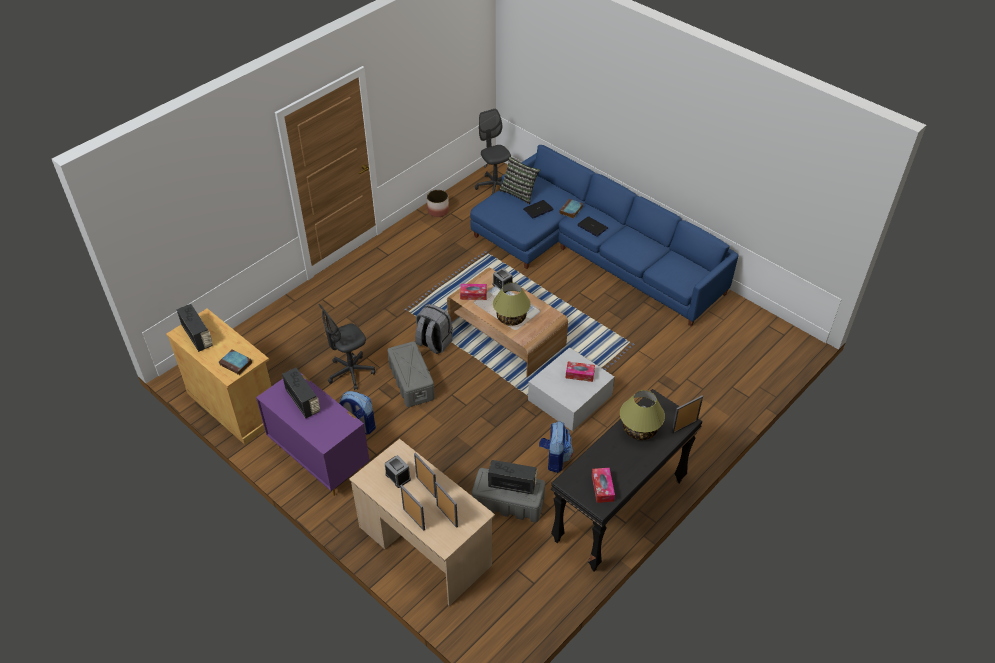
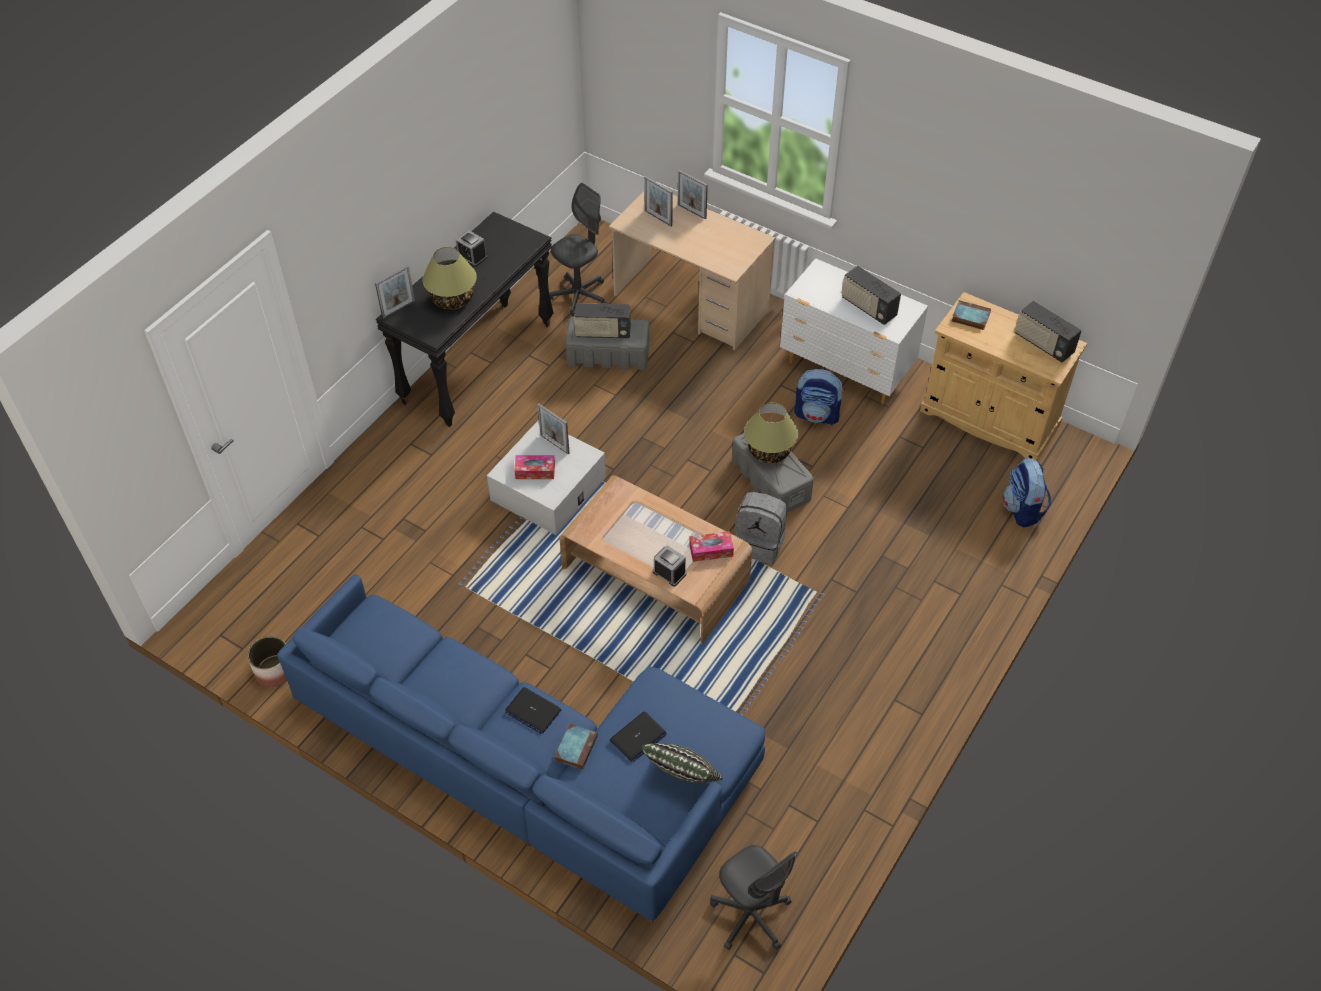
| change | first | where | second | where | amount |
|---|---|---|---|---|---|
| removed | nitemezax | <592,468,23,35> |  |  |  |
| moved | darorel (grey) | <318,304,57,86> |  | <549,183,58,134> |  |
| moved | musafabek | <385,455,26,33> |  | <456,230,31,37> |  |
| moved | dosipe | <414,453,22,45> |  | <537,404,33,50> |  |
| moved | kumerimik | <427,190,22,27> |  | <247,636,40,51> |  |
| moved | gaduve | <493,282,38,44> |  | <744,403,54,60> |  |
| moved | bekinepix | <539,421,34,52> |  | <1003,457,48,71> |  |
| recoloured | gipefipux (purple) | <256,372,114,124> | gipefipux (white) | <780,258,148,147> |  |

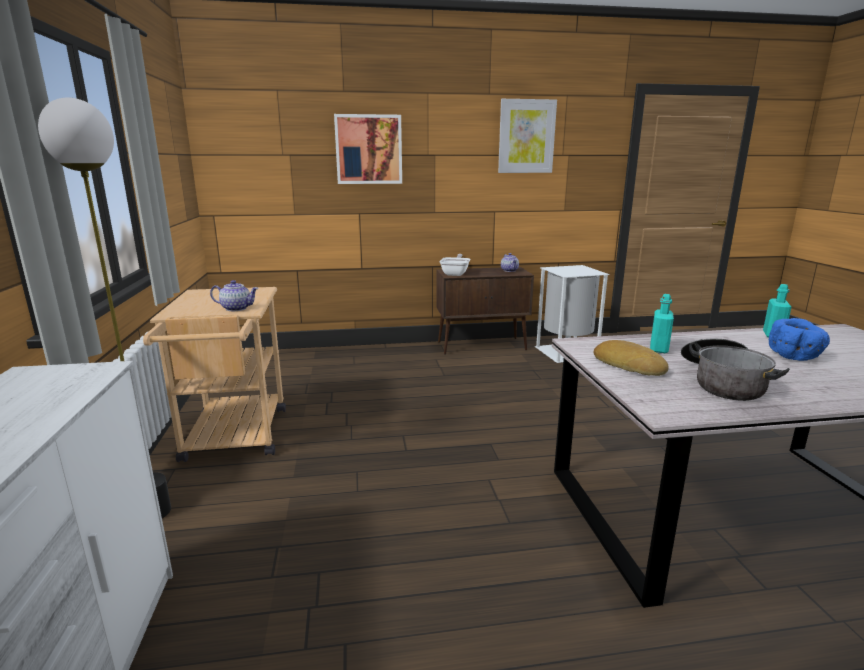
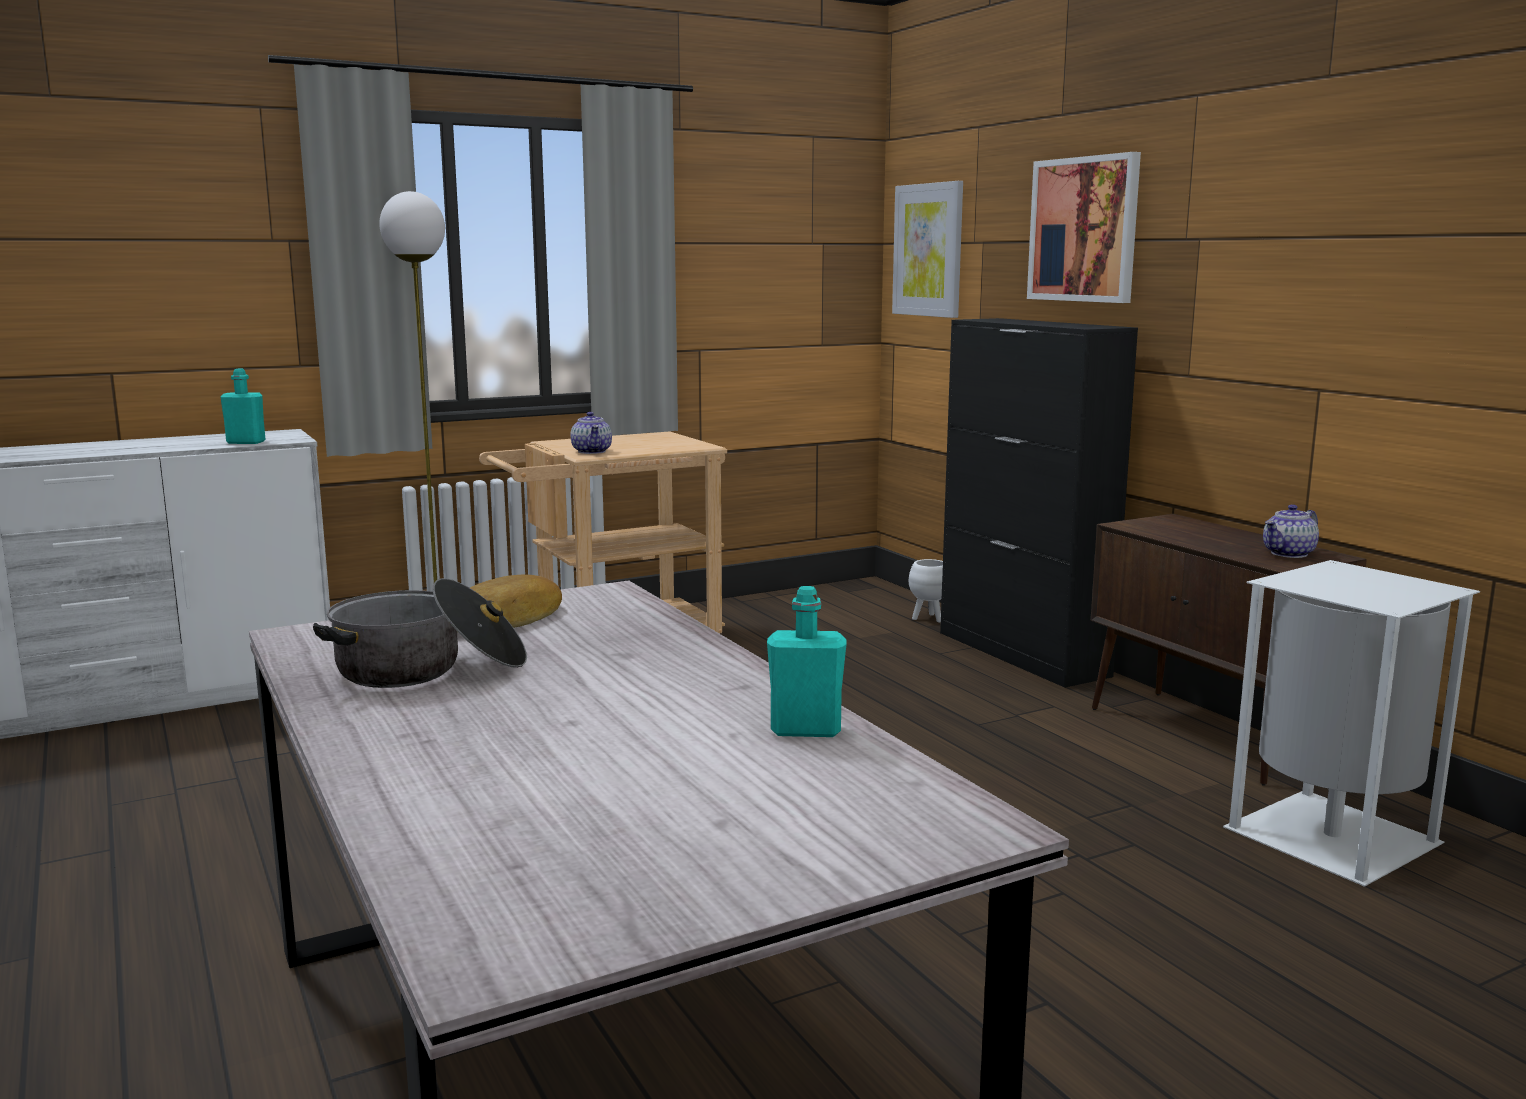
| change | first | where | second | where | amount |
|---|---|---|---|---|---|
| removed | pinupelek | <439,254,31,22> |  |  |  |
| removed | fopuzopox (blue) | <769,318,61,43> |  |  |  |
| added |  |  | kumerimik (white) | <909,559,34,64> |  |
| added |  |  | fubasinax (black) | <940,318,198,370> |  |
| moved | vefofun | <498,99,59,74> |  | <892,181,71,137> |  |
| moved | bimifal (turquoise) | <650,294,24,59> |  | <220,369,45,75> |  |

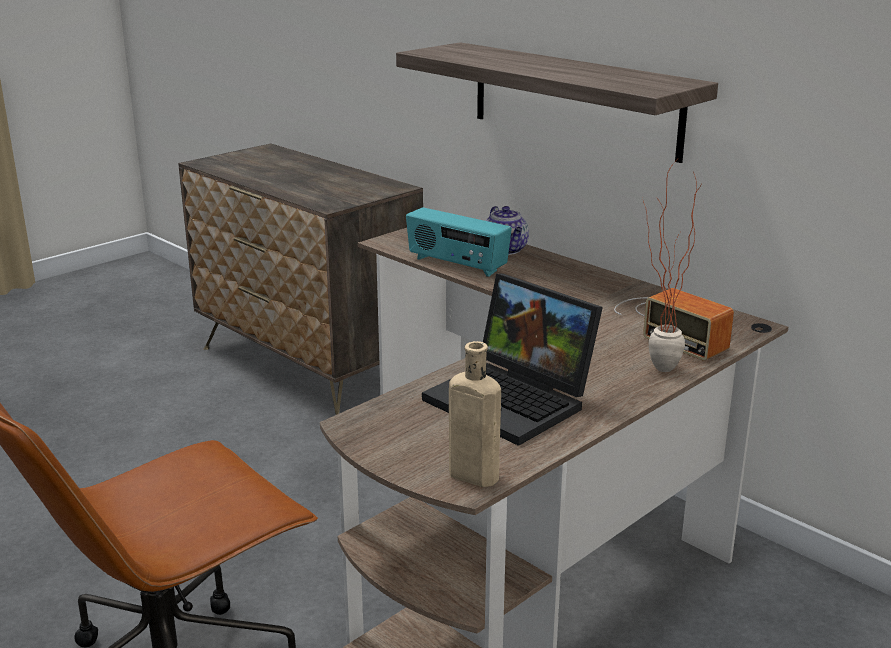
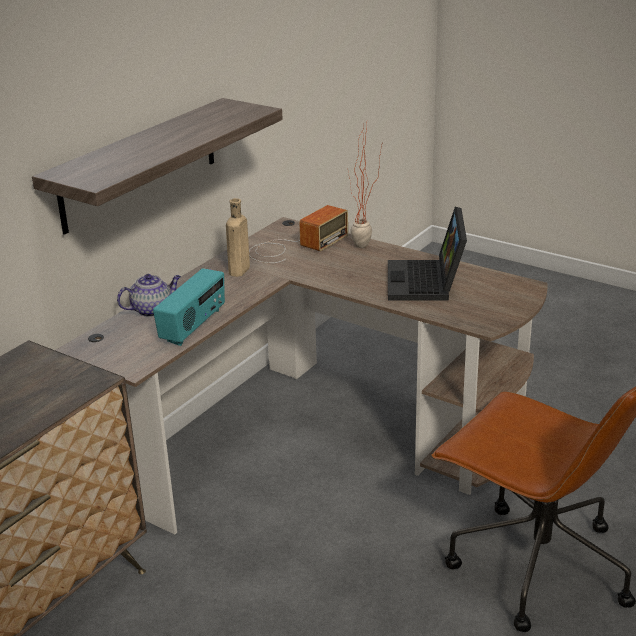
| change | first | where | second | where | amount |
|---|---|---|---|---|---|
| moved | bimifal (beige) | <449,341,52,146> |  | <226,198,24,79> |  |
| turned | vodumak | <422,274,181,172> |  | <388,207,79,93> | 150 degrees clockwise |

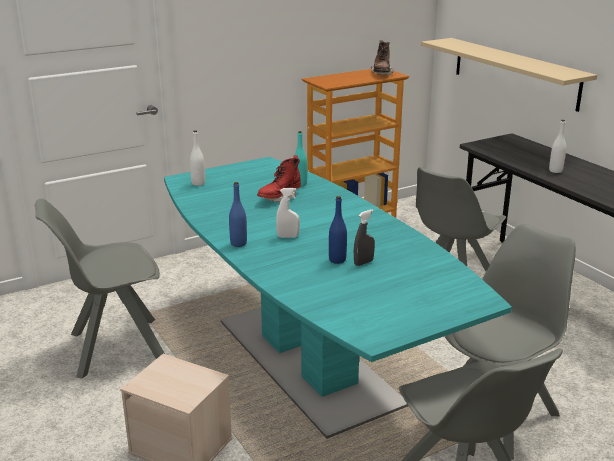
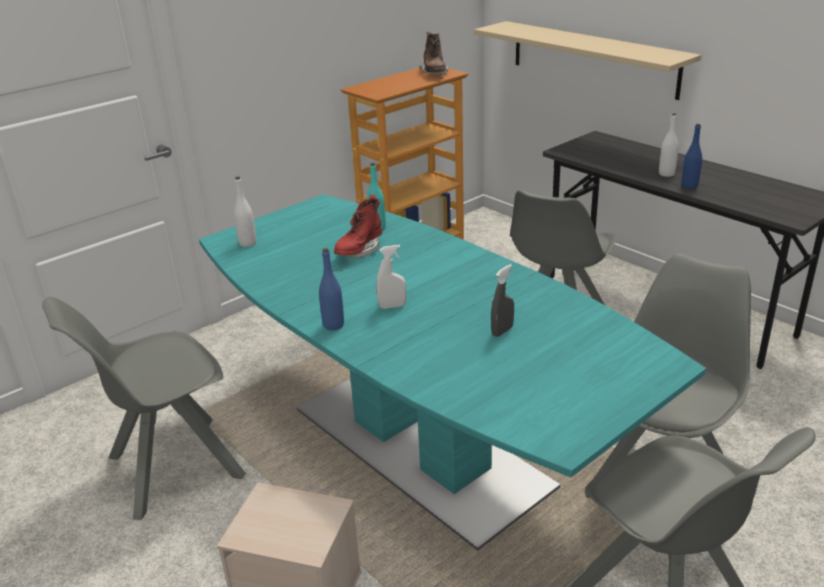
| change | first | where | second | where | amount |
|---|---|---|---|---|---|
| moved | bimifal (blue) | <329,196,18,68> |  | <682,124,20,65> |  |

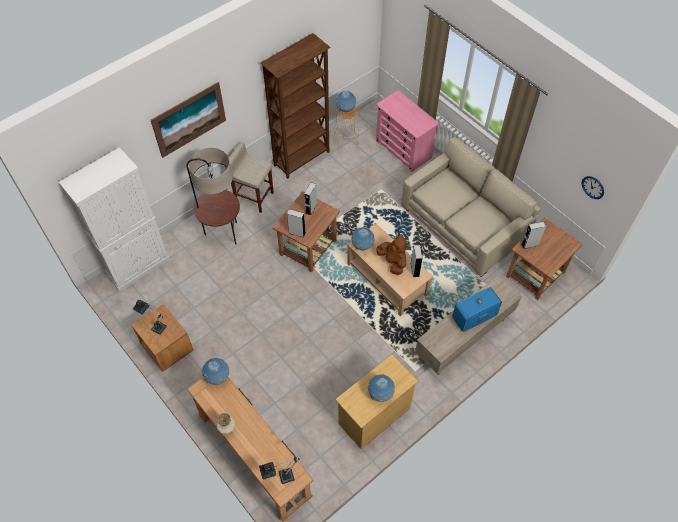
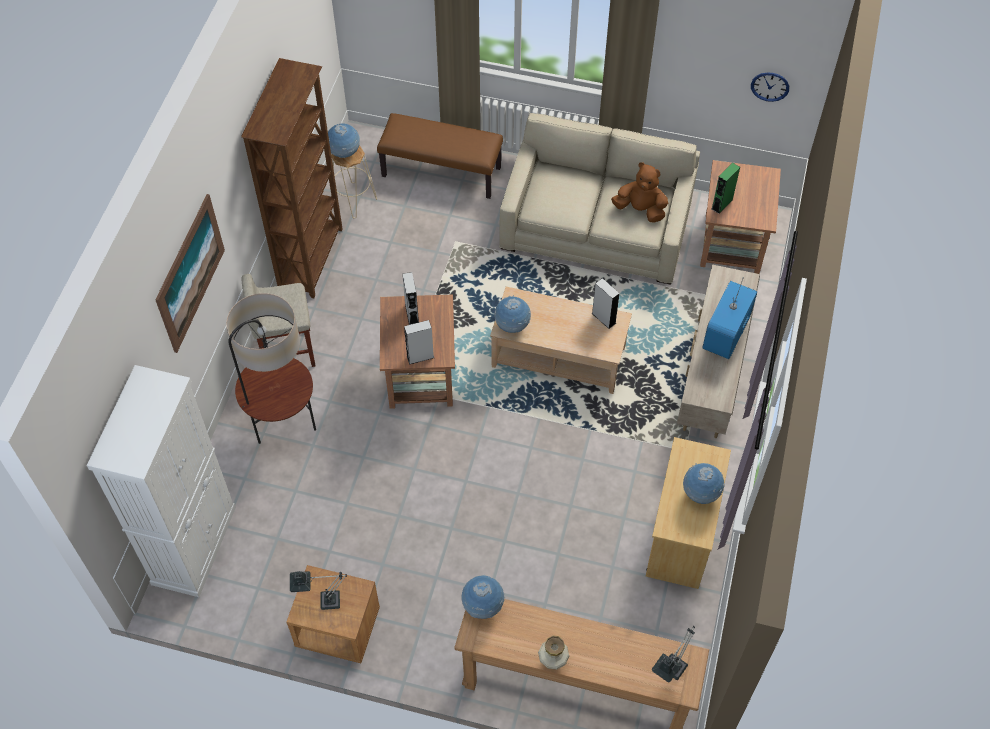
| change | first | where | second | where | amount |
|---|---|---|---|---|---|
| moved | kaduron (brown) | <376,233,31,42> |  | <611,162,57,61> |  |
| replaced | gipefipux (pink) | <376,90,63,82> | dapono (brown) | <377,113,126,86> |  |
| recoloured | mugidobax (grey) | <521,221,25,28> | mugidobax (green) | <712,162,28,52> |  |

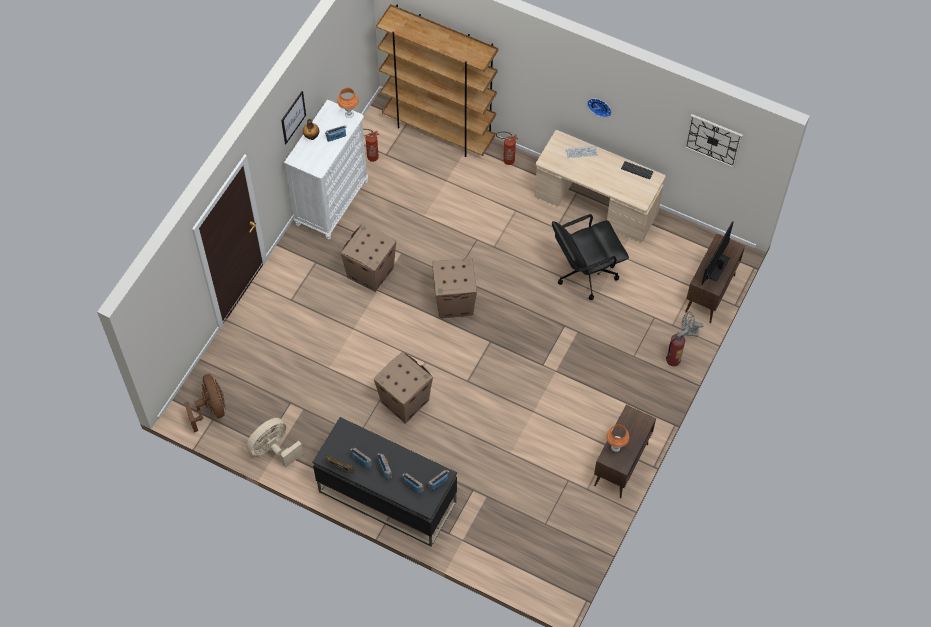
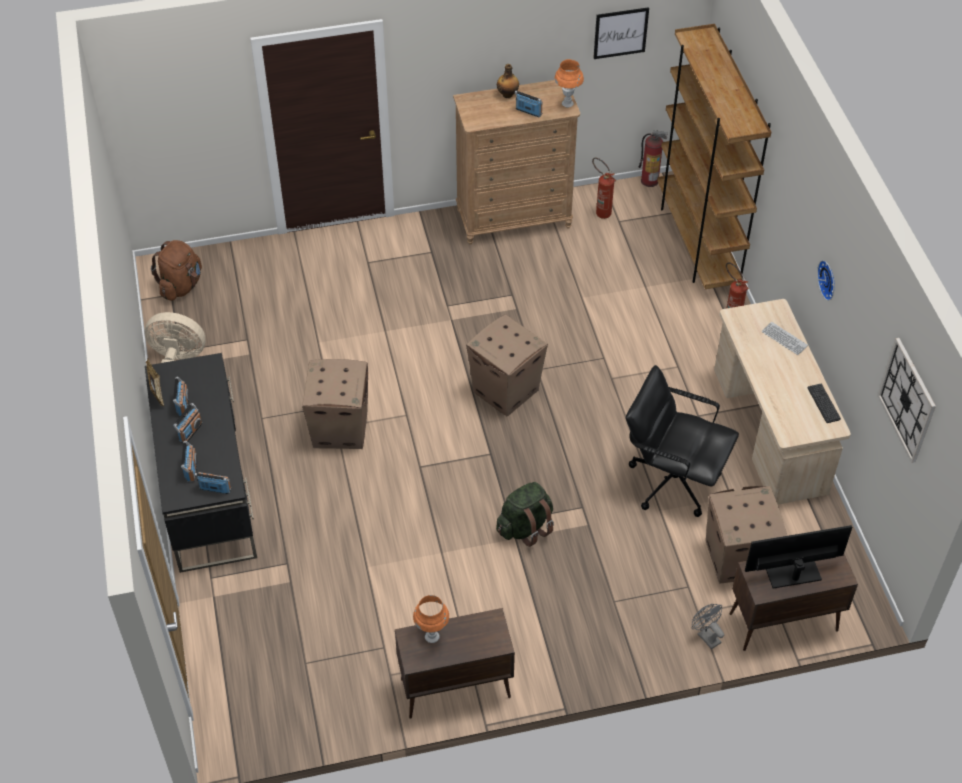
| change | first | where | second | where | amount |
|---|---|---|---|---|---|
| added |  |  | bekinepix (green) | <496,482,58,65> |  |
| moved | vefofun | <281,91,25,53> |  | <593,7,56,52> |  |
| moved | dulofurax | <341,224,55,68> |  | <706,486,81,97> |  |
| moved | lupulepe | <666,329,23,37> |  | <639,130,29,57> |  |
| replaced | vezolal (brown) | <184,374,41,58> | bekinepix (brown) | <151,240,51,61> |  |
| recoloured | gipefipux (white) | <284,99,84,140> | gipefipux (brown) | <453,80,127,165> |  |

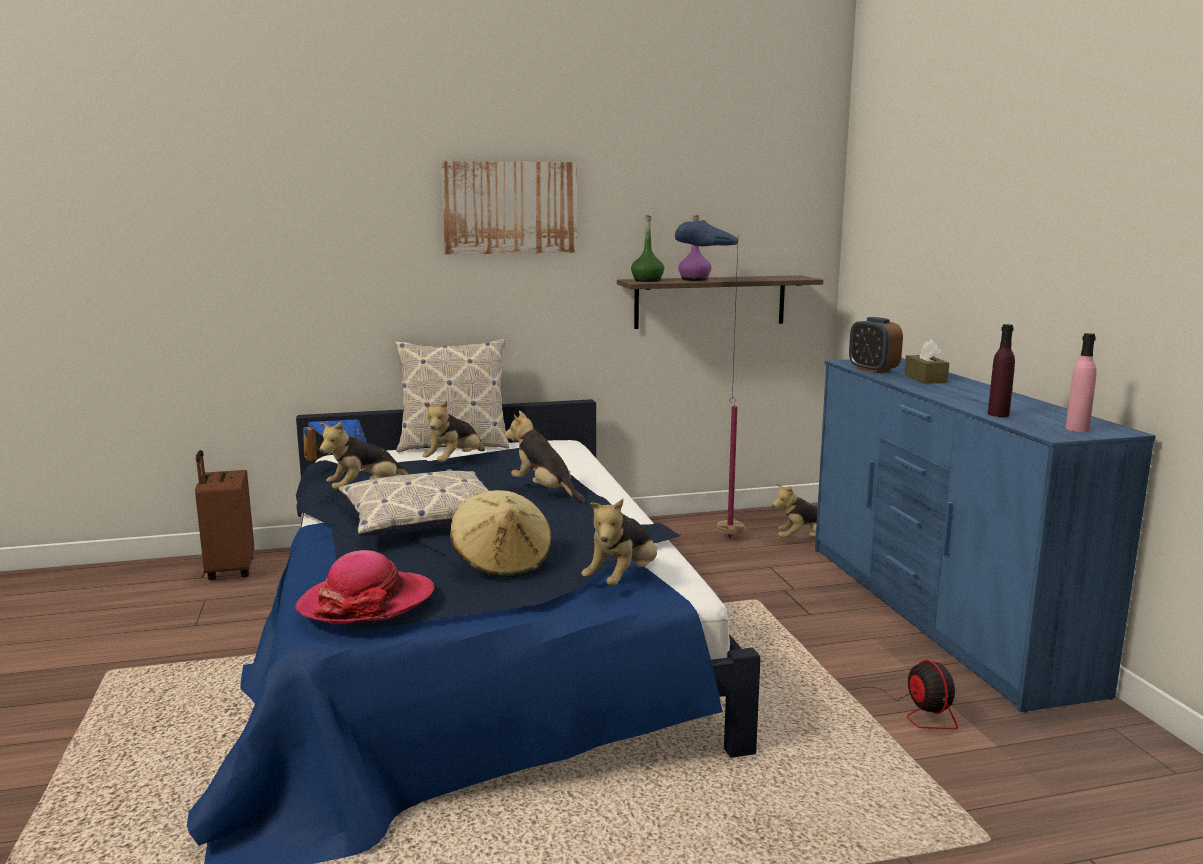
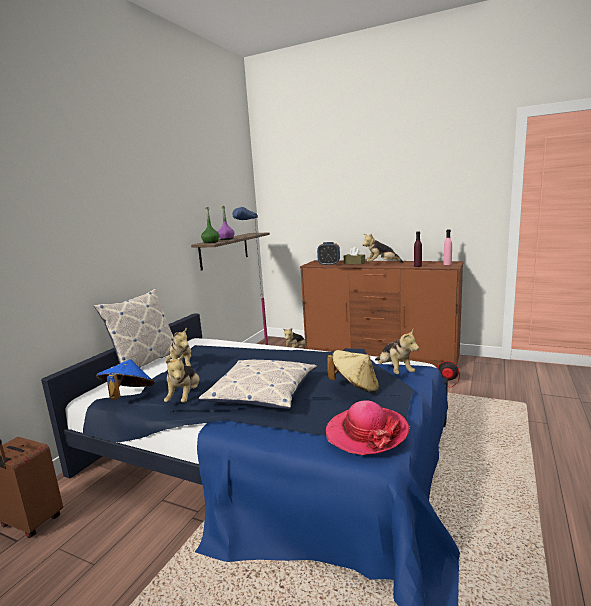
| change | first | where | second | where | amount |
|---|---|---|---|---|---|
| removed | vefofun | <441,161,136,94> |  |  |  |
| moved | kaduron | <505,411,81,92> |  | <363,233,40,30> |  |
| recoloured | gipefipux (blue) | <815,358,341,355> | gipefipux (brown) | <300,260,163,107> |  |

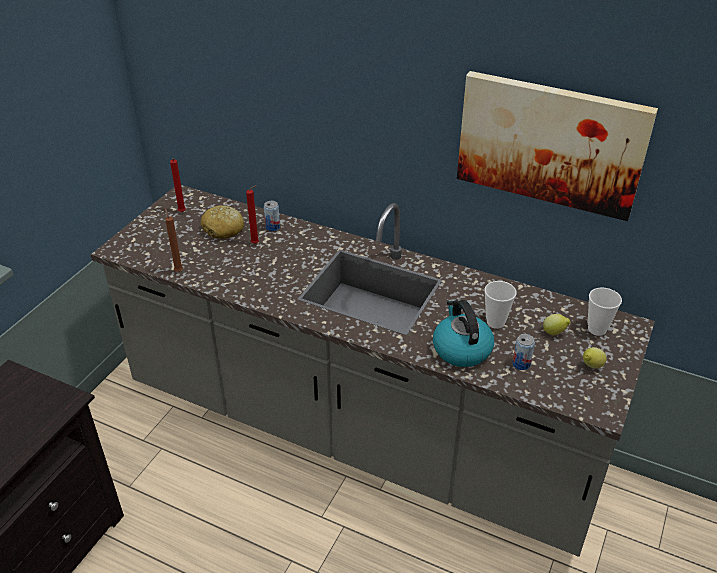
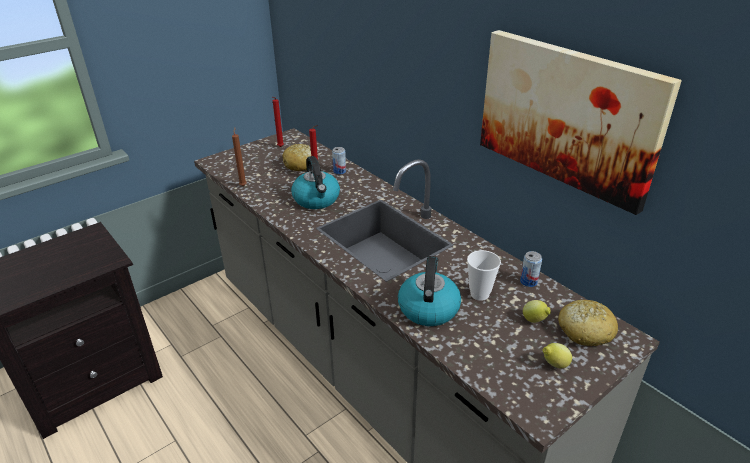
| change | first | where | second | where | amount |
|---|---|---|---|---|---|
| added |  |  | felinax | <291,156,49,53> |  |
| moved | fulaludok | <513,334,22,36> |  | <520,251,22,36> |  |
| replaced | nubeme | <588,288,34,48> | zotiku | <558,300,60,46> |  |

